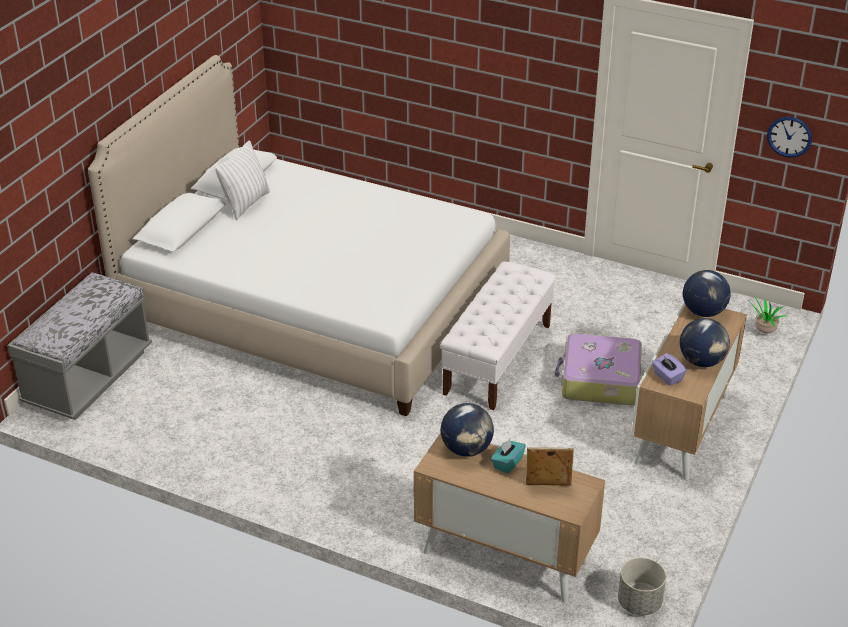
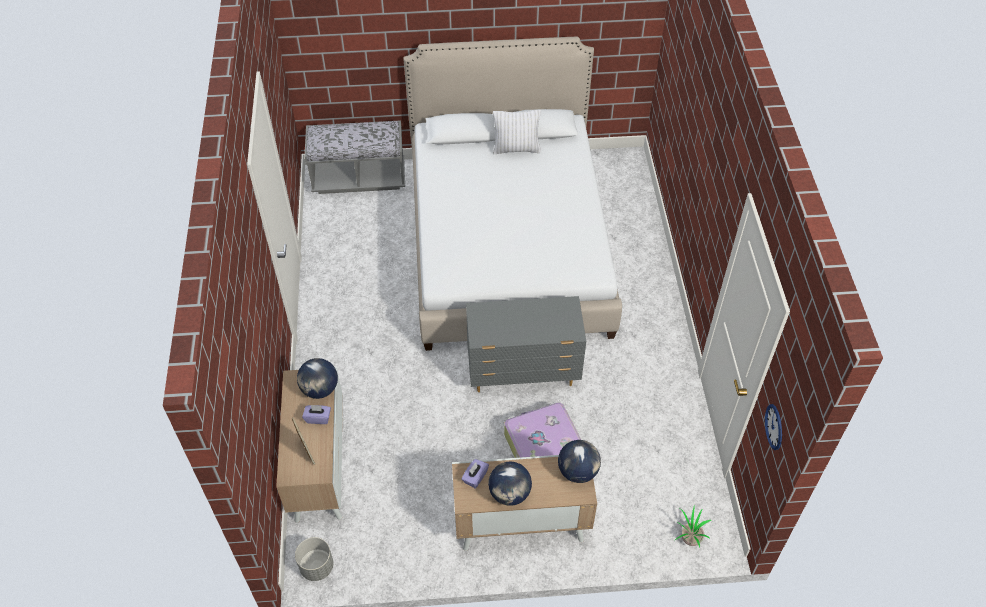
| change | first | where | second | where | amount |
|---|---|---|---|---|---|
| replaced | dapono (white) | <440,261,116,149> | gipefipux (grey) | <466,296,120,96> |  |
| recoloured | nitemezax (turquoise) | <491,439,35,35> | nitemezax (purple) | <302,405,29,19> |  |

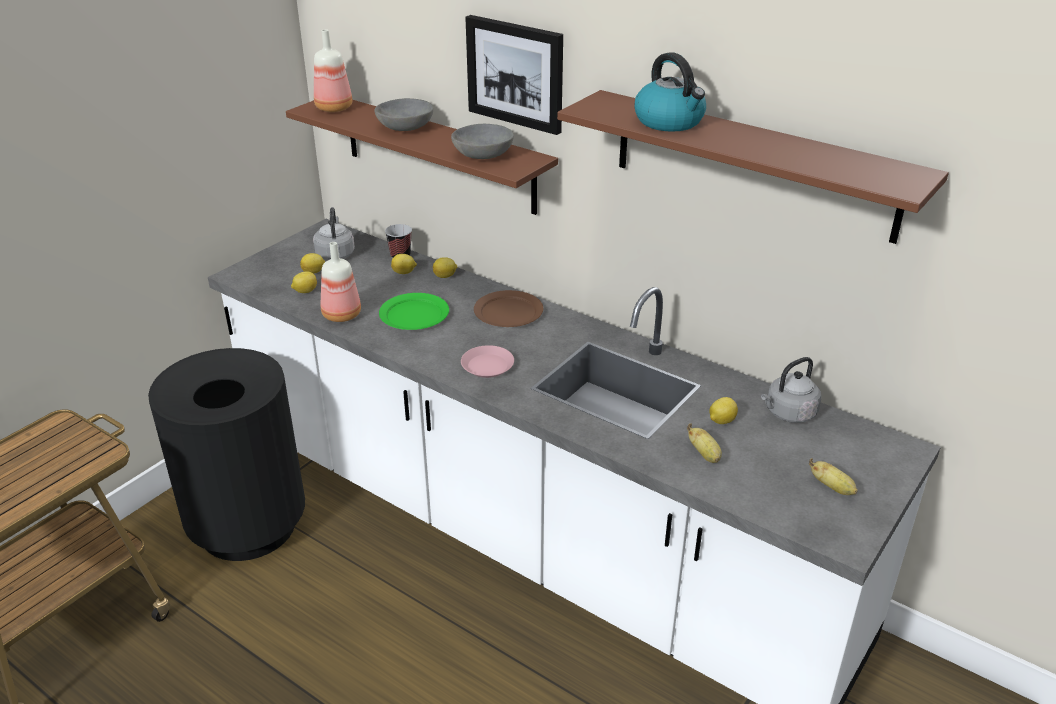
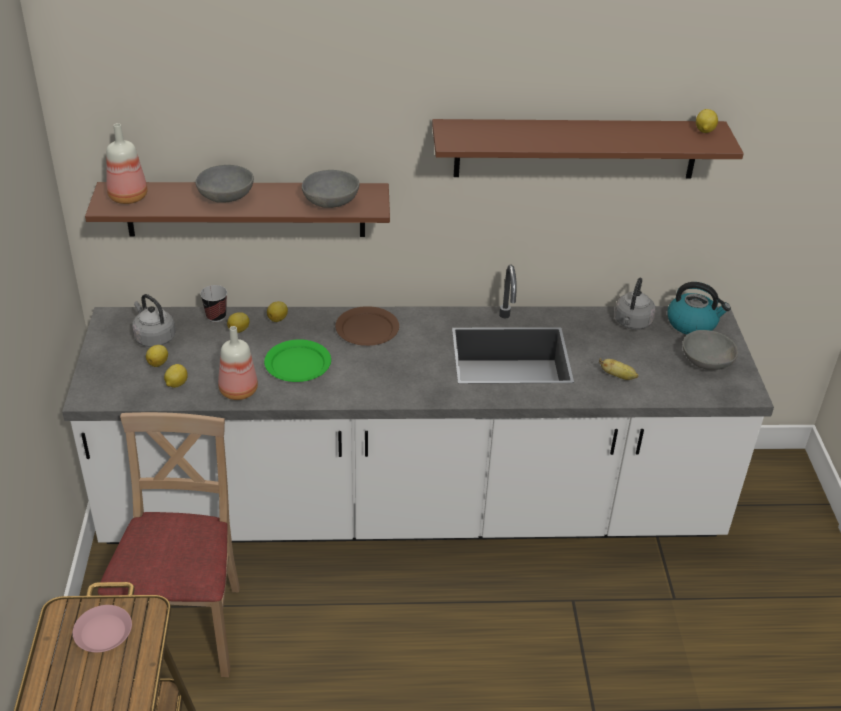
| change | first | where | second | where | amount |
|---|---|---|---|---|---|
| removed | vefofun | <465,15,98,120> |  |  |  |
| moved | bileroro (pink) | <461,345,53,33> |  | <73,605,59,47> |  |
| moved | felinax | <634,52,72,80> |  | <667,282,64,53> |  |
| moved | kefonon | <709,397,29,27> |  | <696,109,22,24> |  |
| replaced | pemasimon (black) | <148,348,157,213> | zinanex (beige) | <98,412,142,265> |  |
| replaced | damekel | <809,458,49,37> | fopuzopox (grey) | <683,330,55,40> |  |

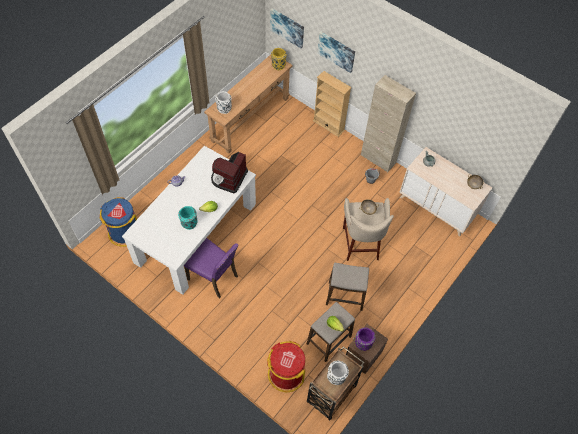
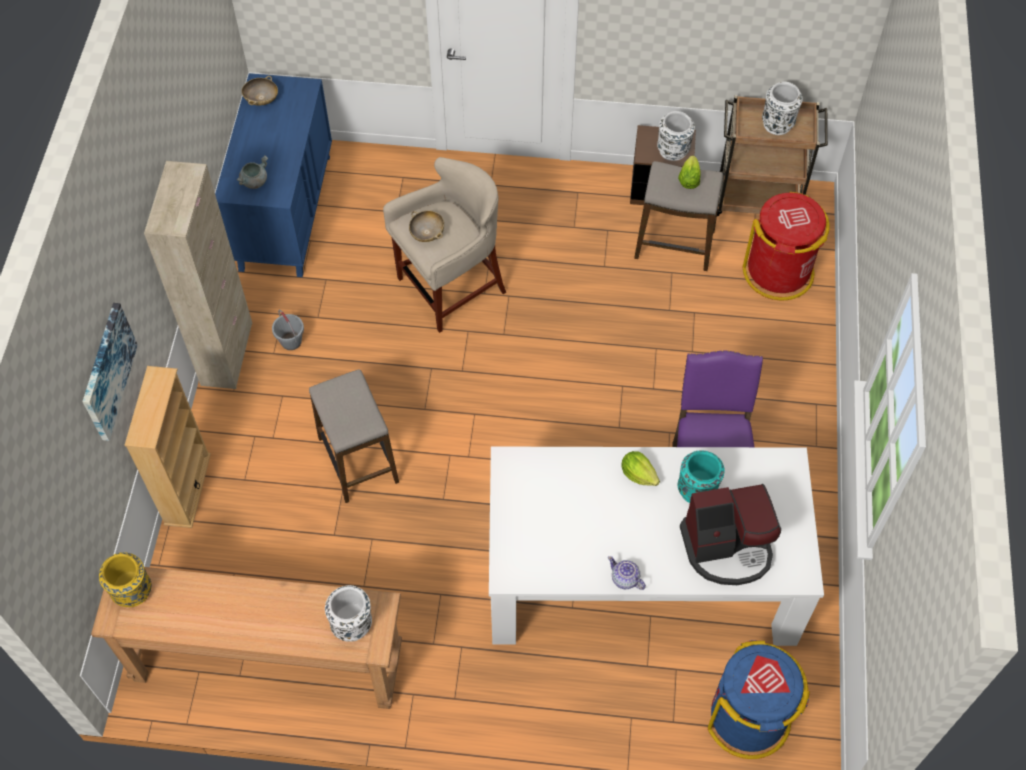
| change | first | where | second | where | amount |
|---|---|---|---|---|---|
| removed | vefofun | <270,8,34,41> |  |  |  |
| moved | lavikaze | <211,152,37,42> |  | <680,484,101,101> |  |
| moved | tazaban | <326,263,43,48> |  | <309,369,90,134> |  |
| recoloured | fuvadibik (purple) | <355,327,20,24> | fuvadibik (white) | <657,111,38,50> |  |
| recoloured | gipefipux (beige) | <399,147,93,89> | gipefipux (blue) | <215,73,117,204> |  |

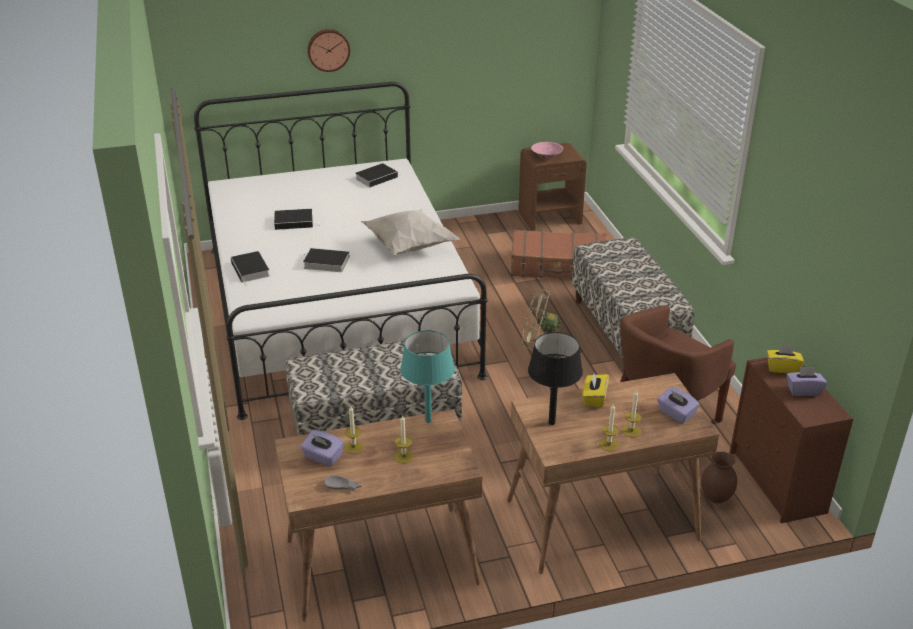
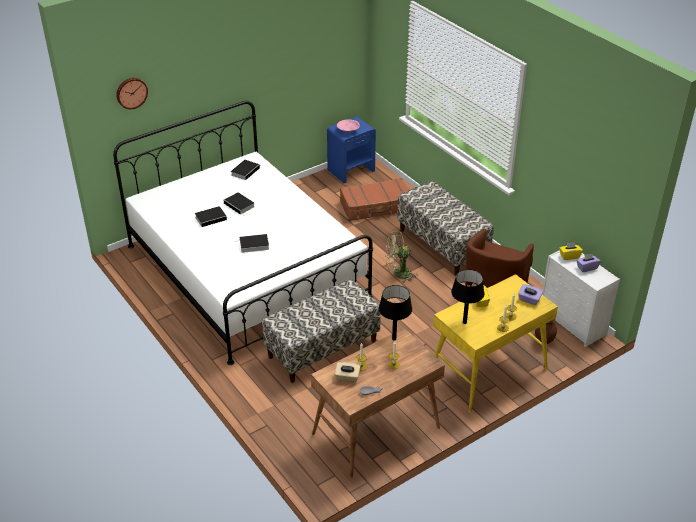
| change | first | where | second | where | amount |
|---|---|---|---|---|---|
| removed | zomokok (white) | <360,209,100,46> |  |  |  |
| moved | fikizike | <231,251,39,35> |  | <224,192,31,23> |  |
| moved | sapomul | <307,29,43,43> |  | <116,78,32,31> |  |
| recoloured | nitemezax (purple) | <300,430,44,37> | nitemezax (beige) | <335,362,26,20> |  |
| recoloured | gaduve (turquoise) | <400,330,55,93> | gaduve (black) | <379,285,33,56> |  |
| recoloured | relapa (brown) | <507,373,213,201> | relapa (yellow) | <433,274,125,139> |  |
| recoloured | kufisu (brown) | <518,143,69,88> | kufisu (blue) | <327,117,49,66> |  |
| recoloured | gipefipux (brown) | <730,357,124,166> | gipefipux (white) | <542,250,78,97> |  |

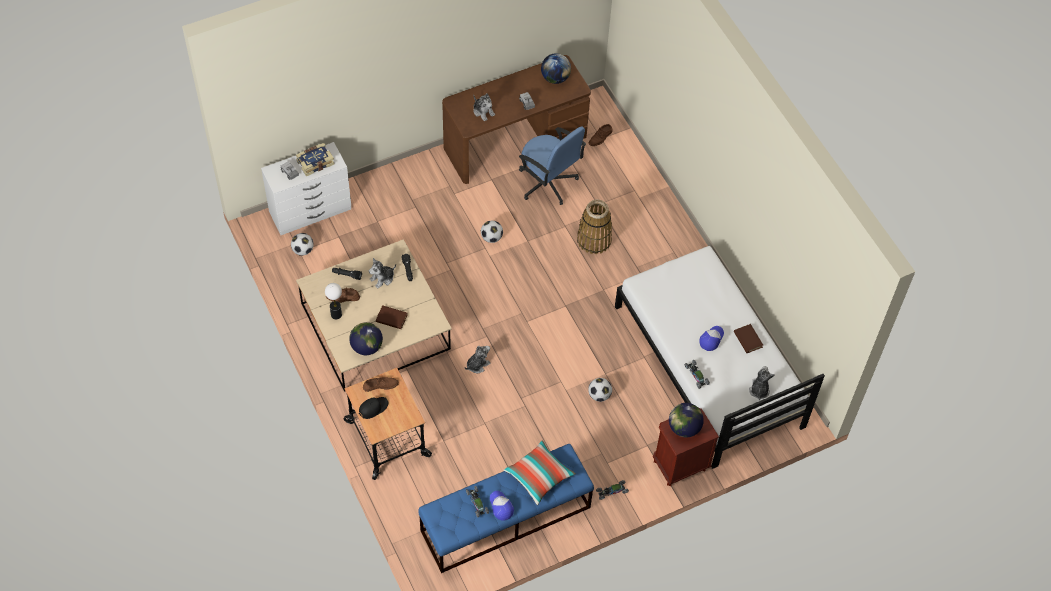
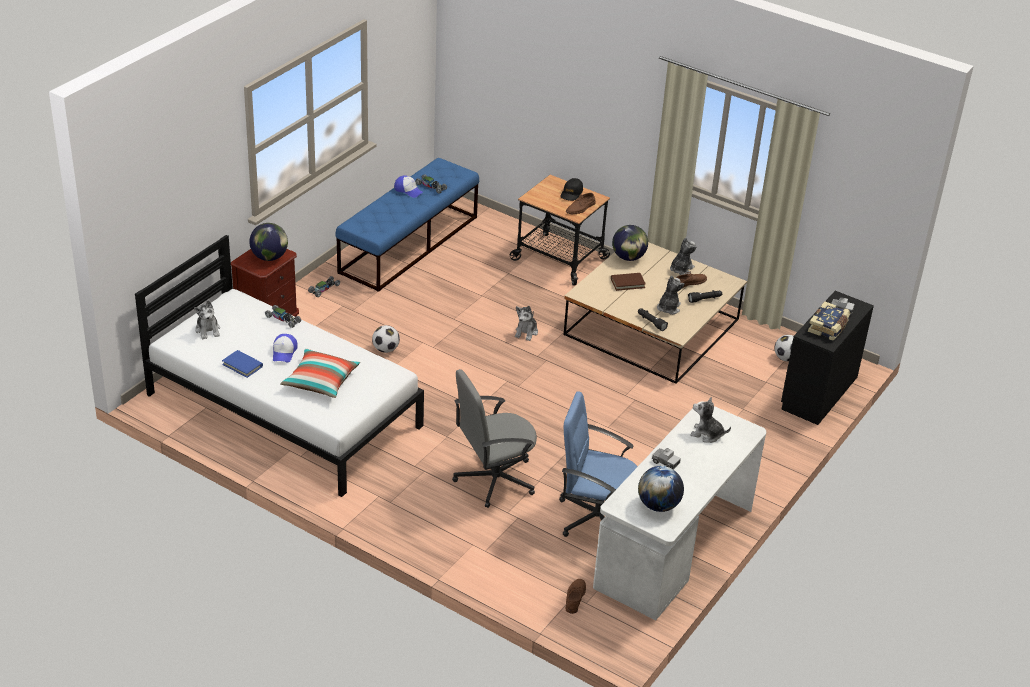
| change | first | where | second | where | amount |
|---|---|---|---|---|---|
| removed | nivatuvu | <481,221,22,22> |  |  |  |
| moved | zomokok | <504,441,72,64> |  | <280,348,80,50> |  |
| replaced | gaduve | <325,283,17,36> | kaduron | <670,237,26,38> |  |
| replaced | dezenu | <577,200,35,54> | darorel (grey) | <452,369,85,139> |  |
| recoloured | gipefipux (white) | <261,142,90,93> | gipefipux (black) | <781,291,93,134> |  |
| recoloured | relapa (brown) | <442,55,149,129> | relapa (white) | <593,402,173,218> |  |
| recoloured | fikizike (brown) | <734,324,29,29> | fikizike (blue) | <222,350,41,28> |  |

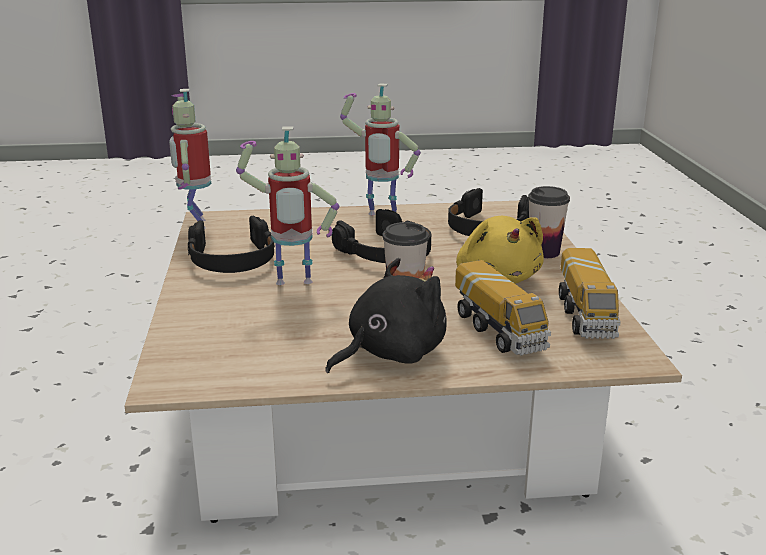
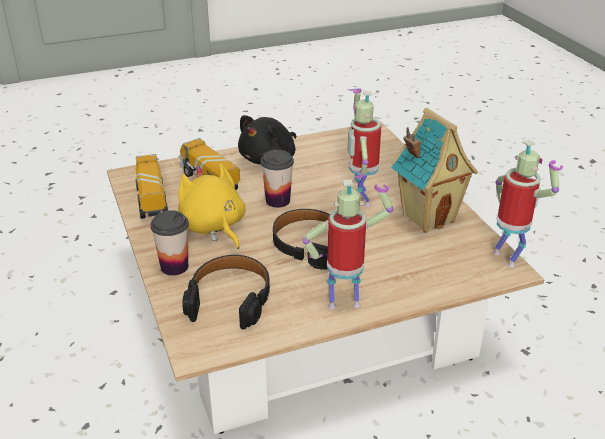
| change | first | where | second | where | amount |
|---|---|---|---|---|---|
| replaced | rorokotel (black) | <188,216,87,57> | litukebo | <391,108,87,125> |  |
| turned | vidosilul | <236,126,103,159> |  | <348,89,33,118> | 75 degrees counterclockwise |

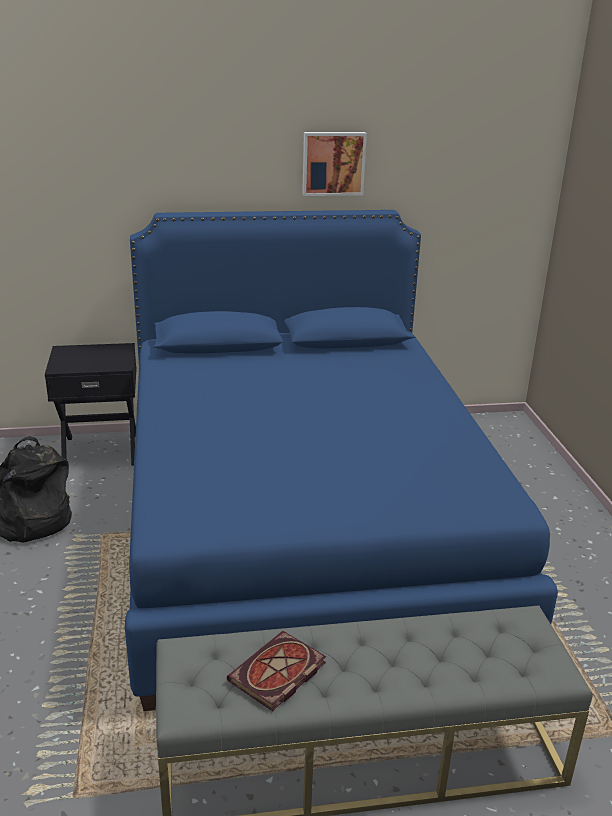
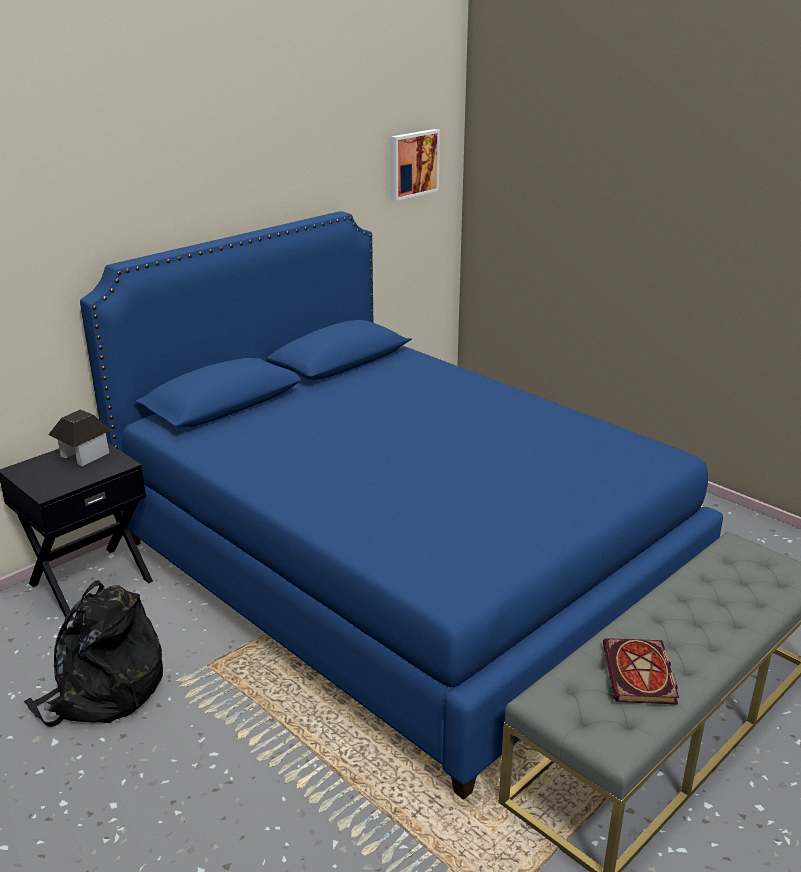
| change | first | where | second | where | amount |
|---|---|---|---|---|---|
| added |  |  | litukebo | <48,410,63,56> |  |
| moved | vefofun | <302,132,65,64> |  | <391,129,49,72> |  |

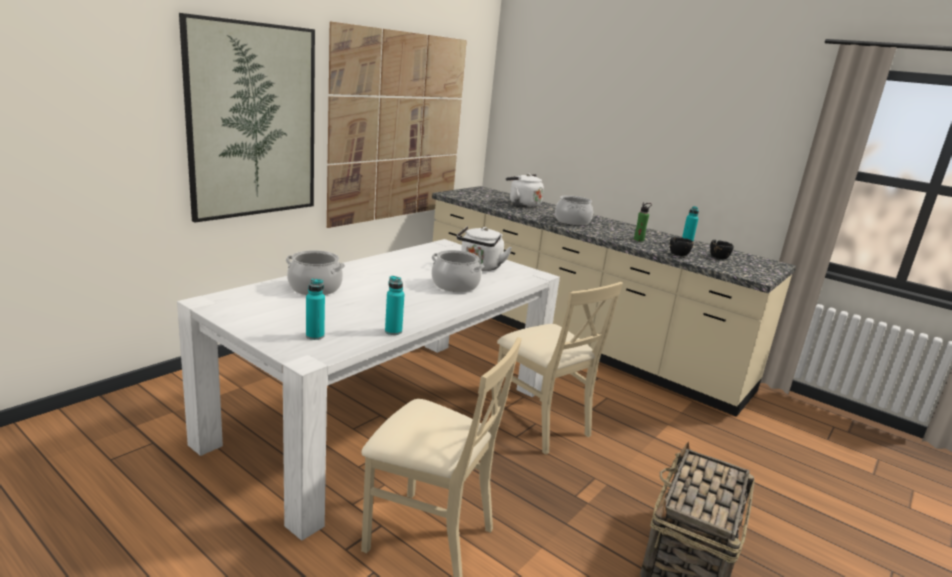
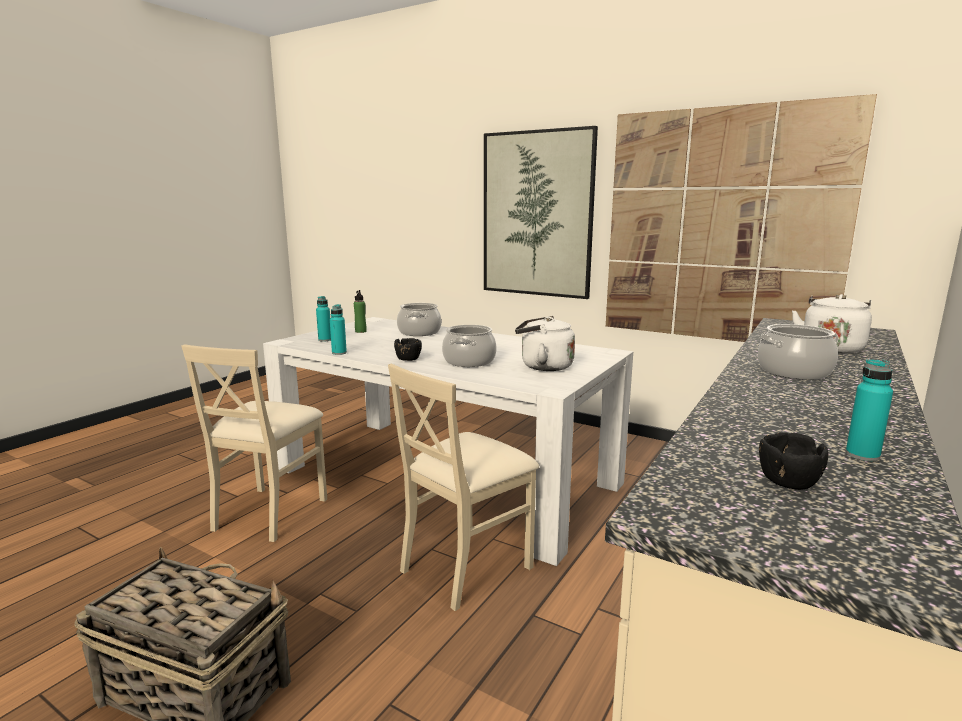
| change | first | where | second | where | amount |
|---|---|---|---|---|---|
| moved | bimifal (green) | <634,202,18,40> |  | <354,290,13,43> |  |
| moved | fopuzopox (black) | <670,237,24,19> |  | <394,338,28,23> |  |

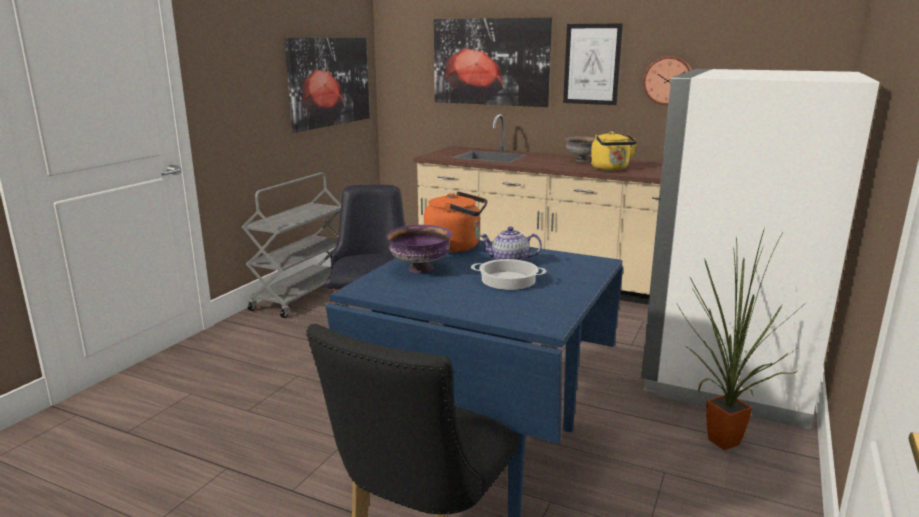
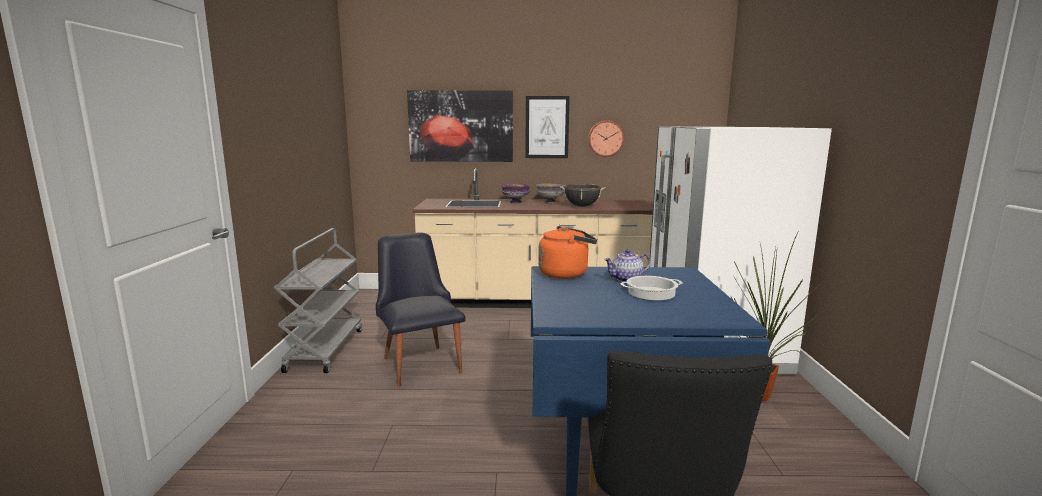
| change | first | where | second | where | amount |
|---|---|---|---|---|---|
| removed | vefofun | <284,38,86,94> |  |  |  |
| moved | fopuzopox (purple) | <386,225,66,48> |  | <501,184,29,19> |  |
| replaced | felinax (yellow) | <591,131,46,40> | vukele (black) | <560,184,46,23> |  |

